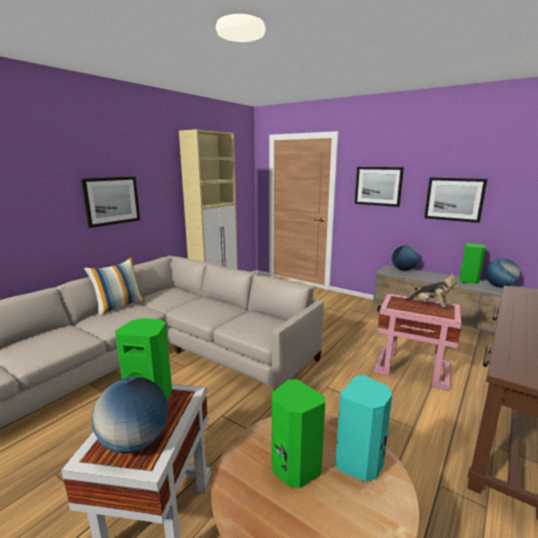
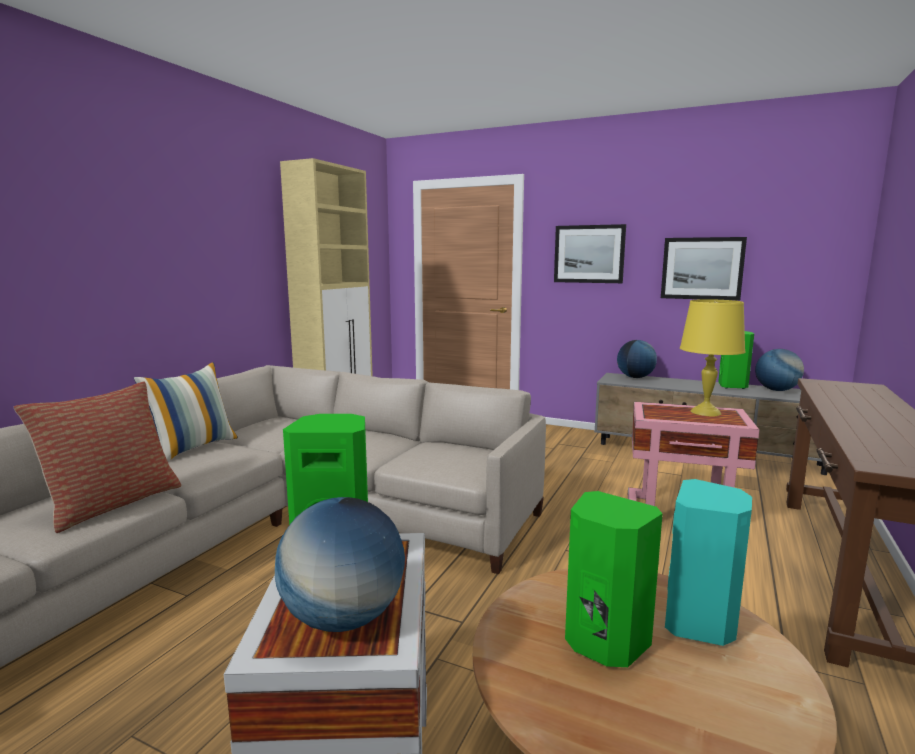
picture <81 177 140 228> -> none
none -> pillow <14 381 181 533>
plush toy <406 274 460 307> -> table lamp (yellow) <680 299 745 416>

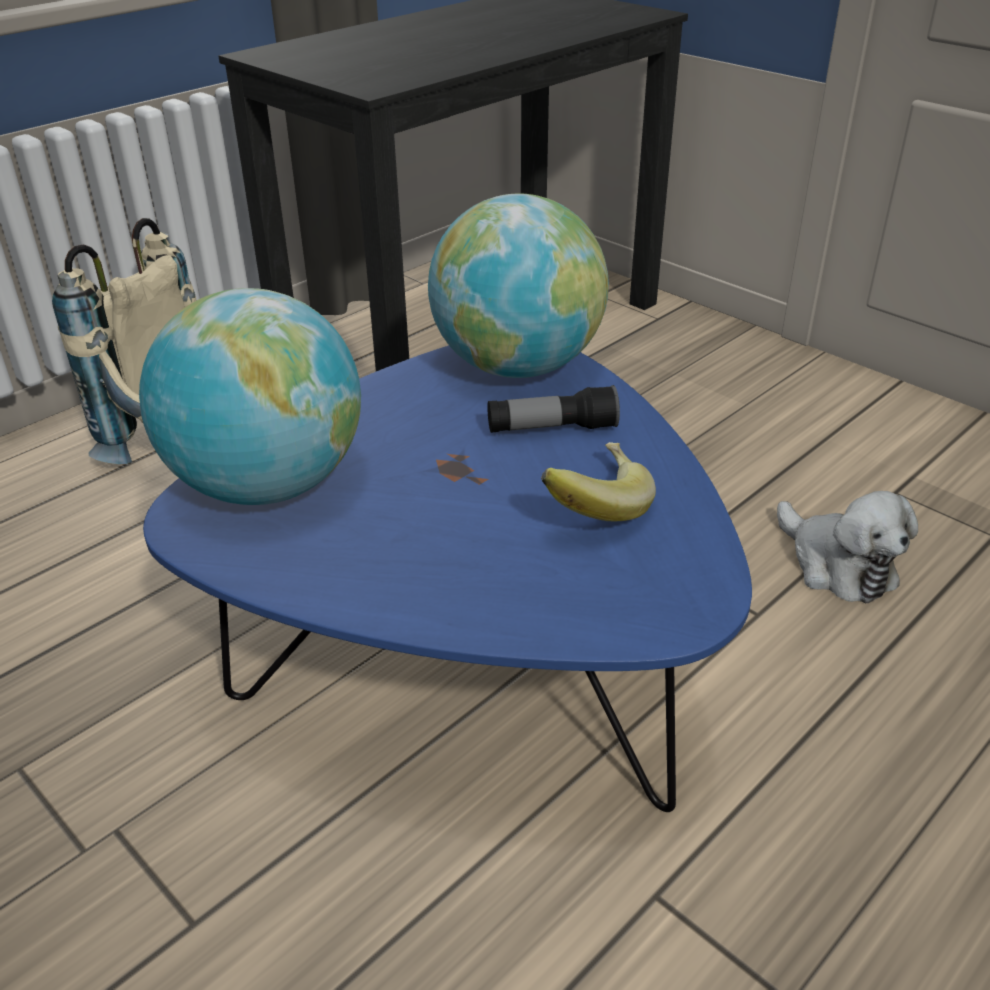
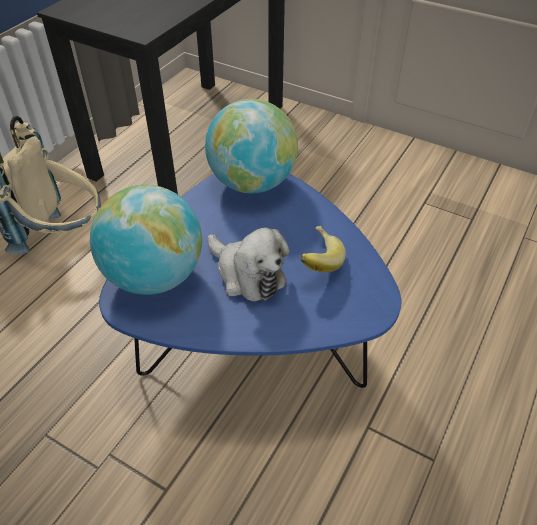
flashlight <487 385 620 433> -> none
plush toy <777 491 918 603> -> plush toy <208 228 289 301>, relocated

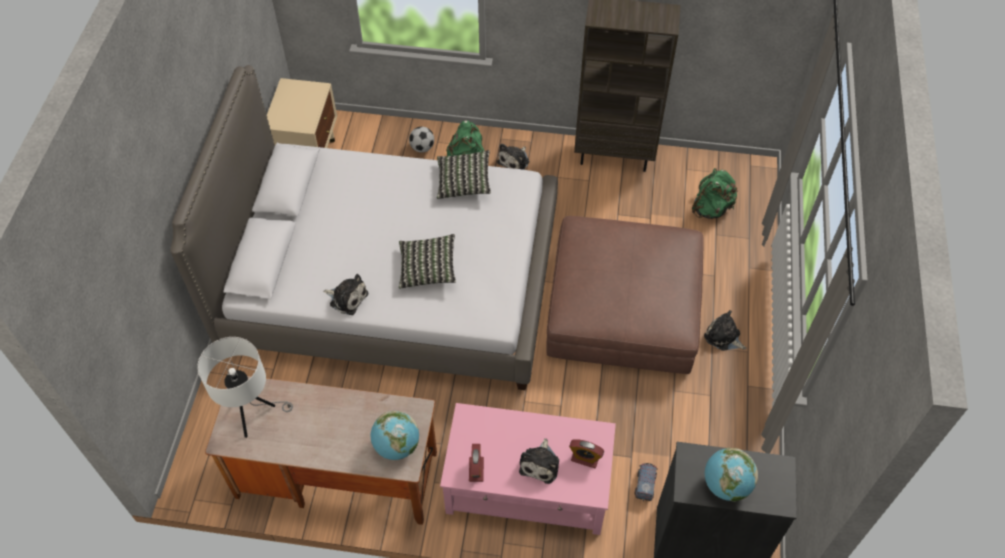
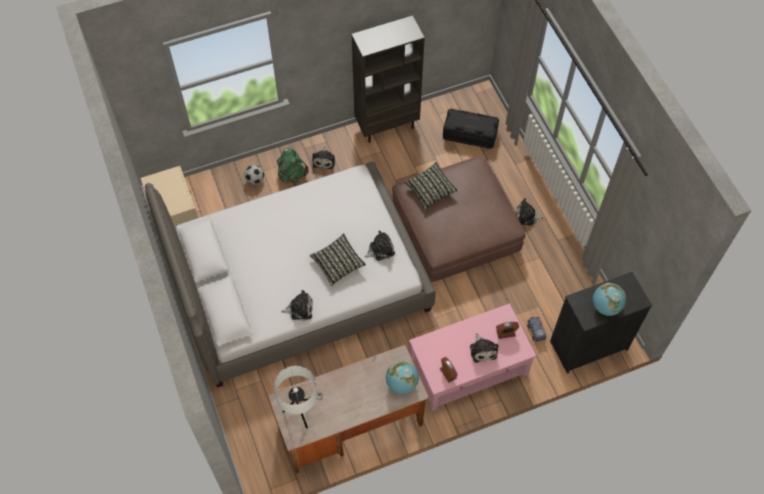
none -> plush toy <365 230 395 261>
pillow <437 150 491 199> -> pillow <404 162 458 210>, relocated
backpack (green) <692 168 739 219> -> storage box (black) <443 109 499 149>

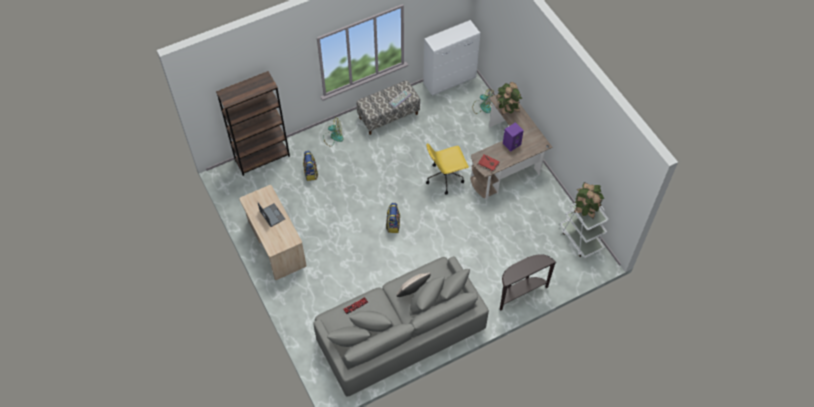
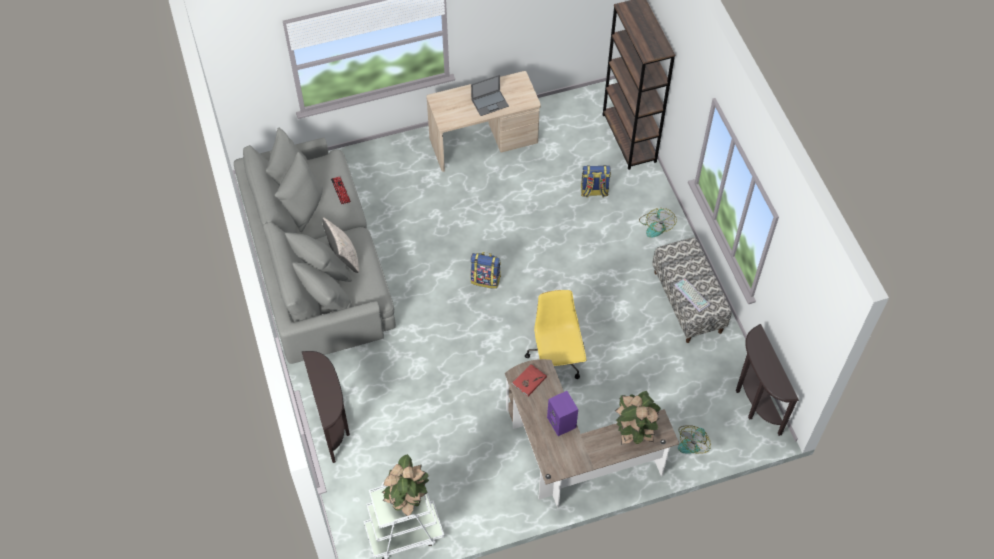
cabinet (white) <423 20 480 96> -> console table (brown) <736 324 799 436>

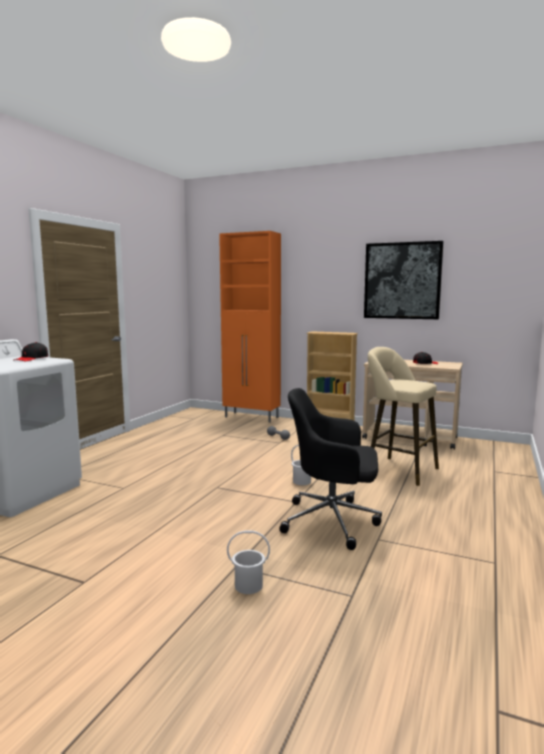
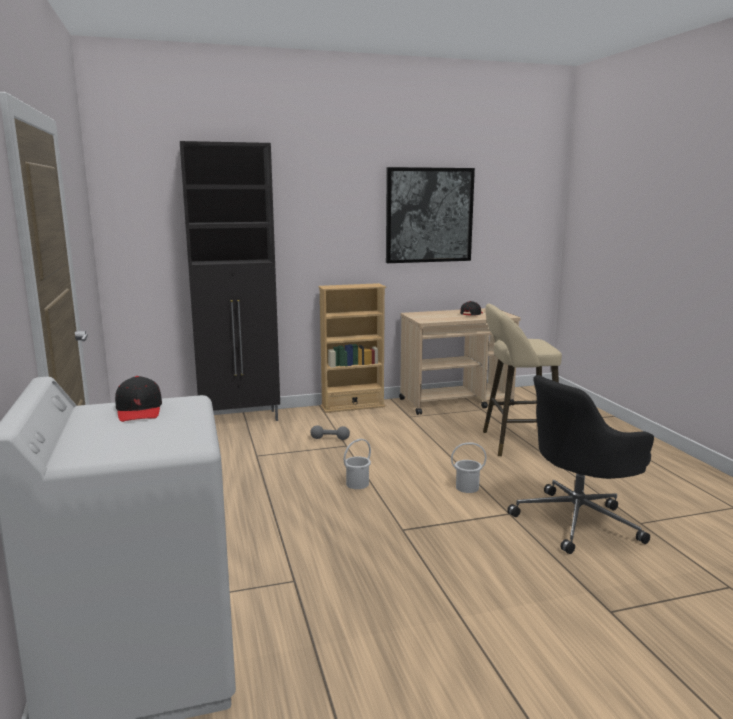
bucket (white) <227 530 270 594> -> bucket (white) <344 439 371 489>, relocated
cabinet (orange) <219 231 281 423> -> cabinet (black) <180 141 280 421>

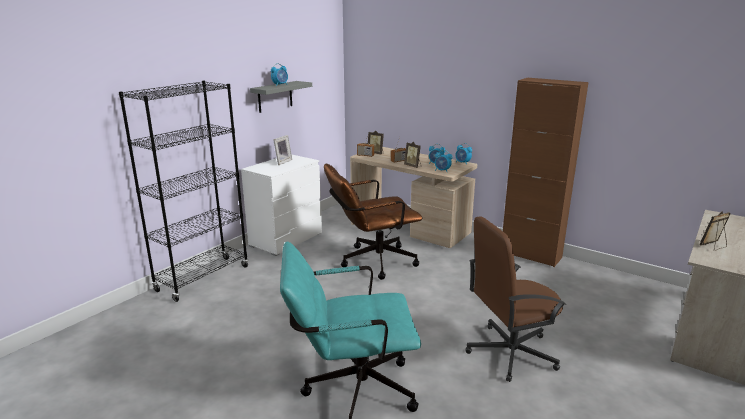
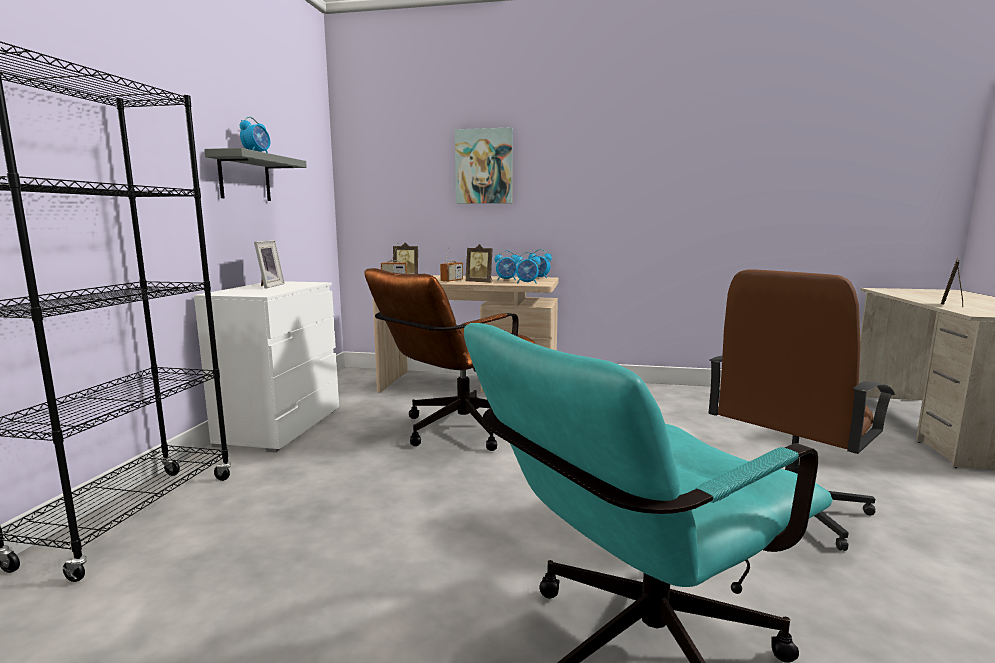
cabinet (brown) <503 78 589 267> -> none
none -> picture <455 127 513 204>

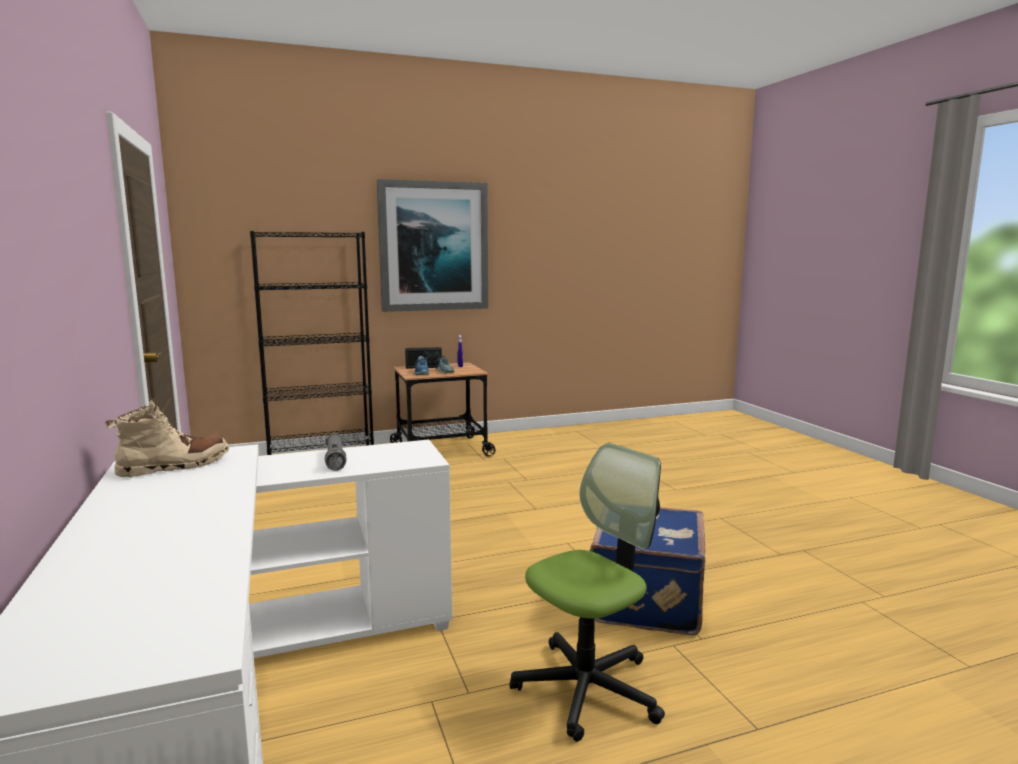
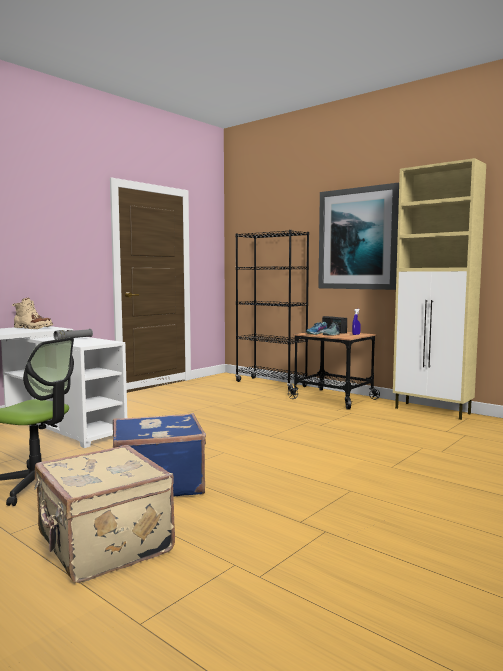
none -> suitcase (beige) <34 445 175 583>
none -> cabinet (beige) <393 158 486 420>

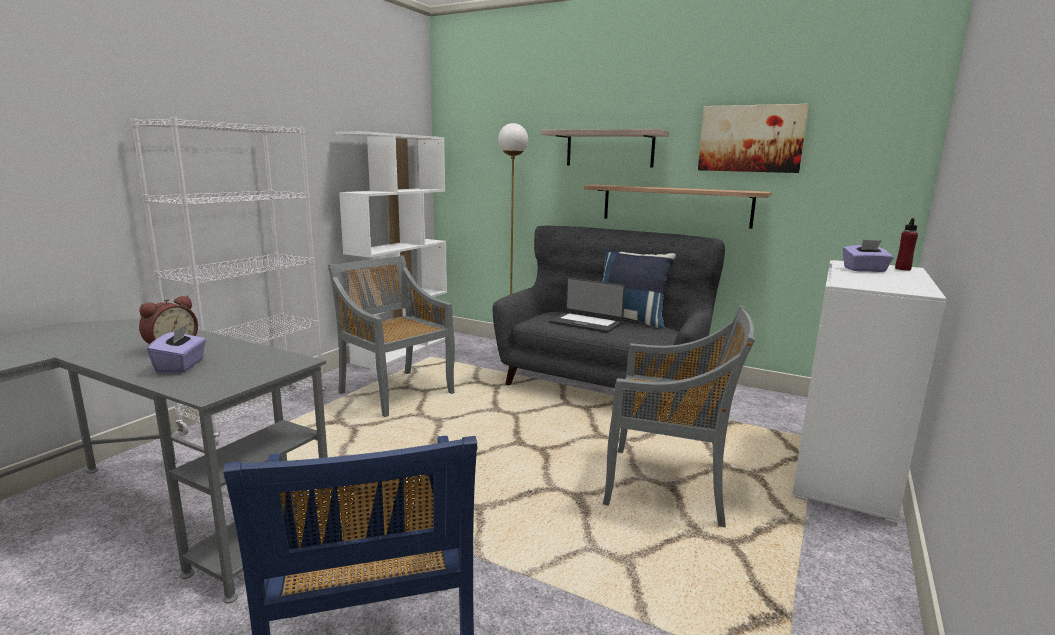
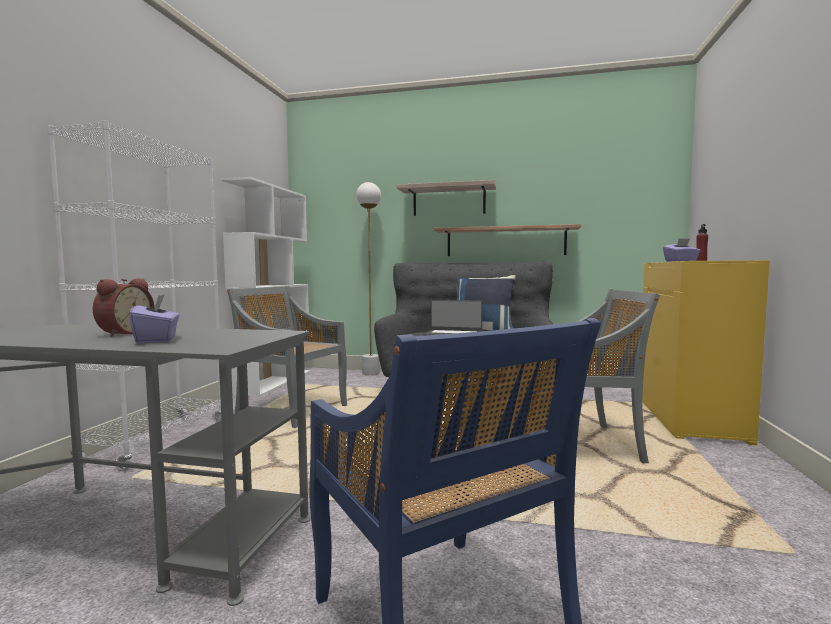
picture <698 104 809 173> -> none
cabinet (white) <792 260 947 526> -> cabinet (yellow) <642 260 770 445>

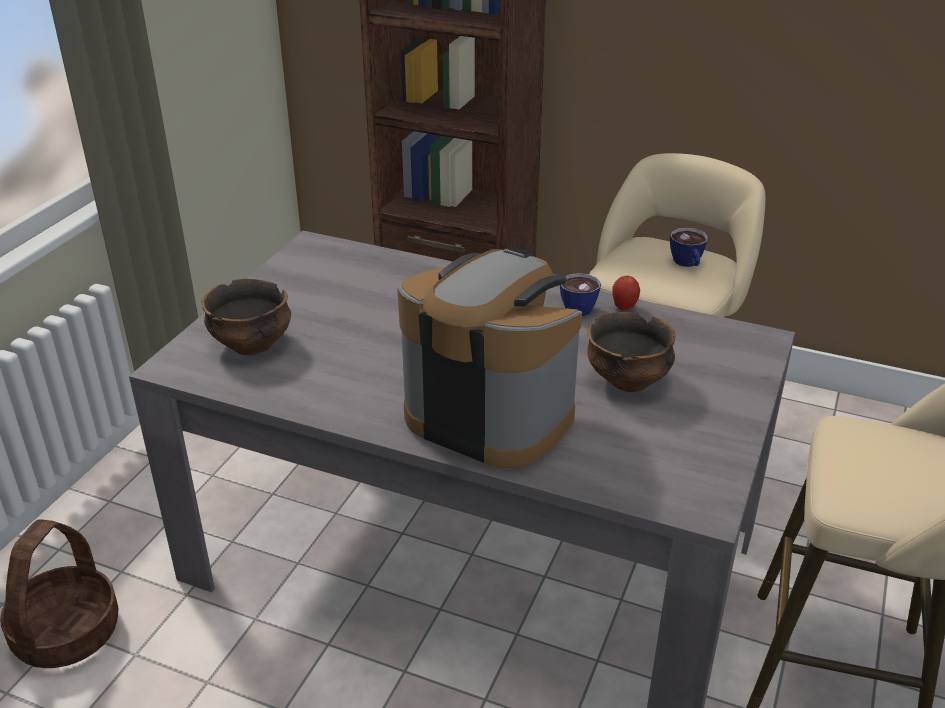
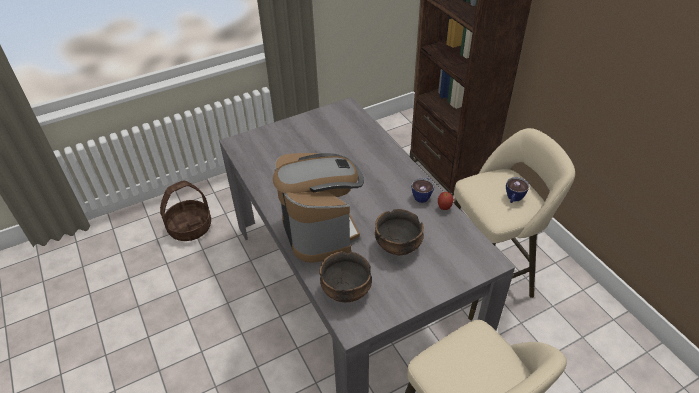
bowl <201 279 291 355> -> bowl <319 251 372 302>, relocated

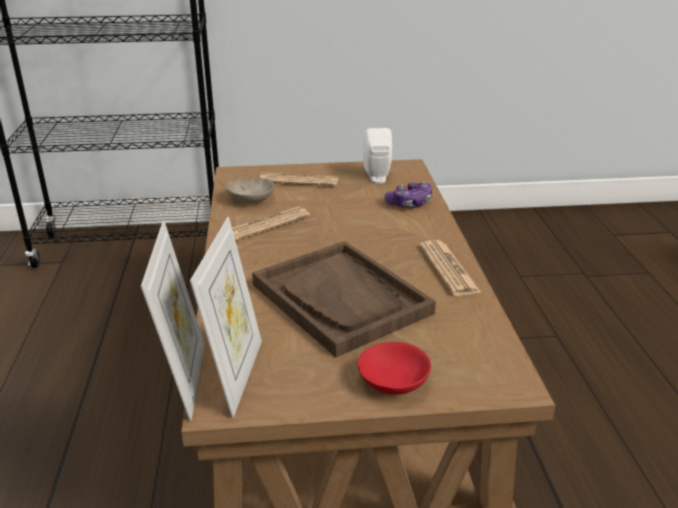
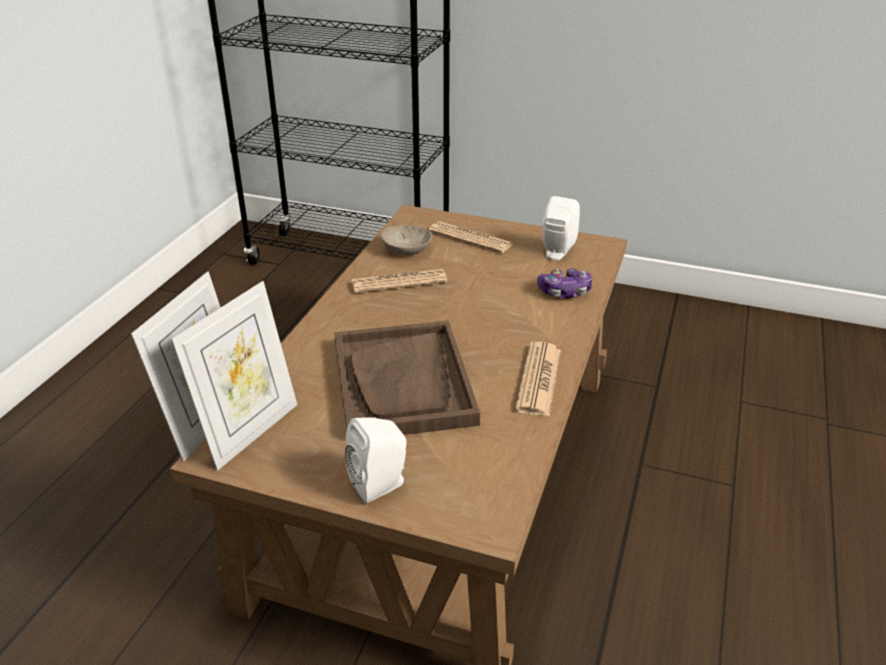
bowl (red) <357 342 431 395> -> speaker (white) <345 417 407 503>

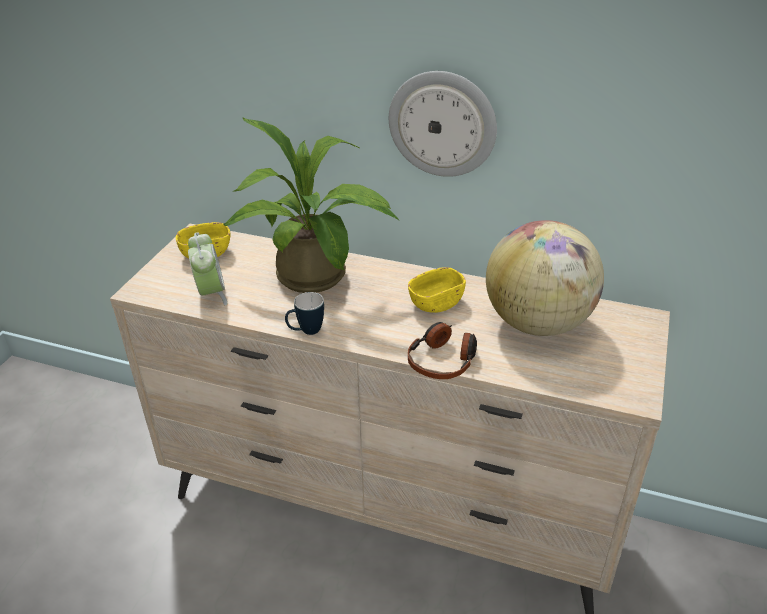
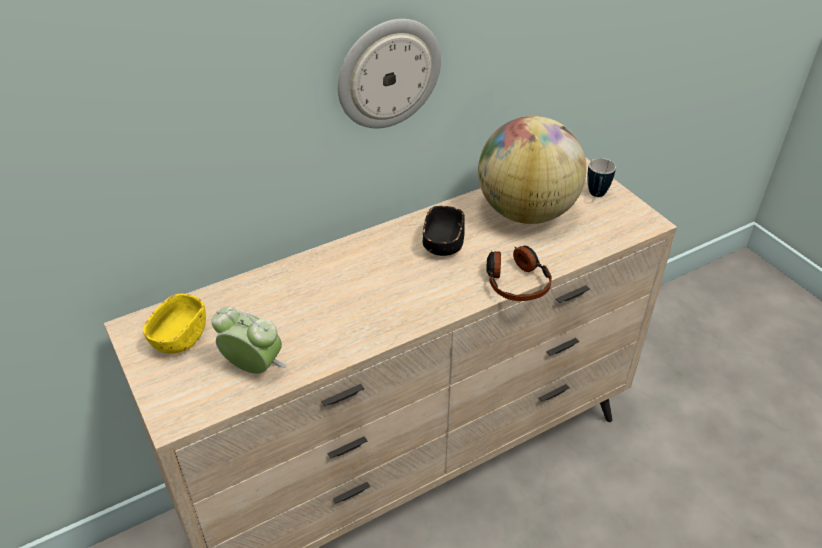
potted plant <223 117 400 293> -> none
mug <285 292 324 335> -> mug <587 158 616 197>, relocated
bowl (yellow) <408 267 466 313> -> bowl (black) <423 206 465 256>

